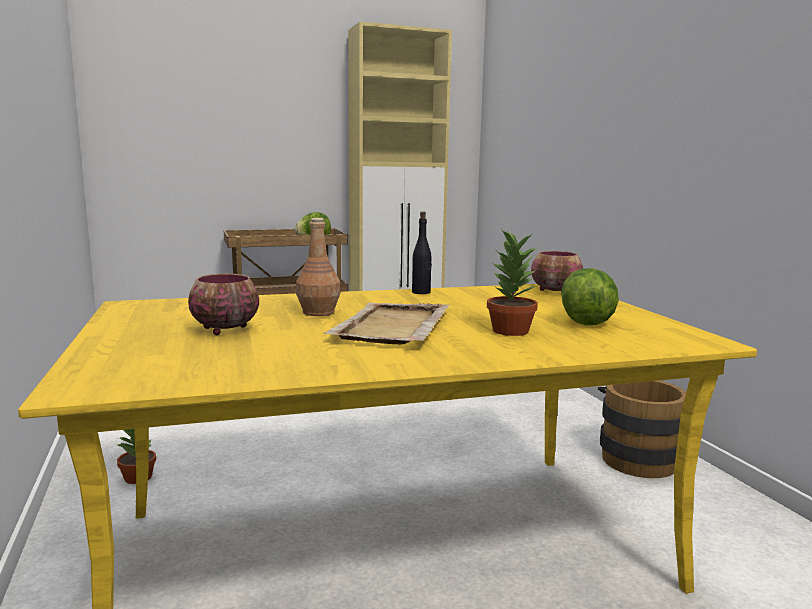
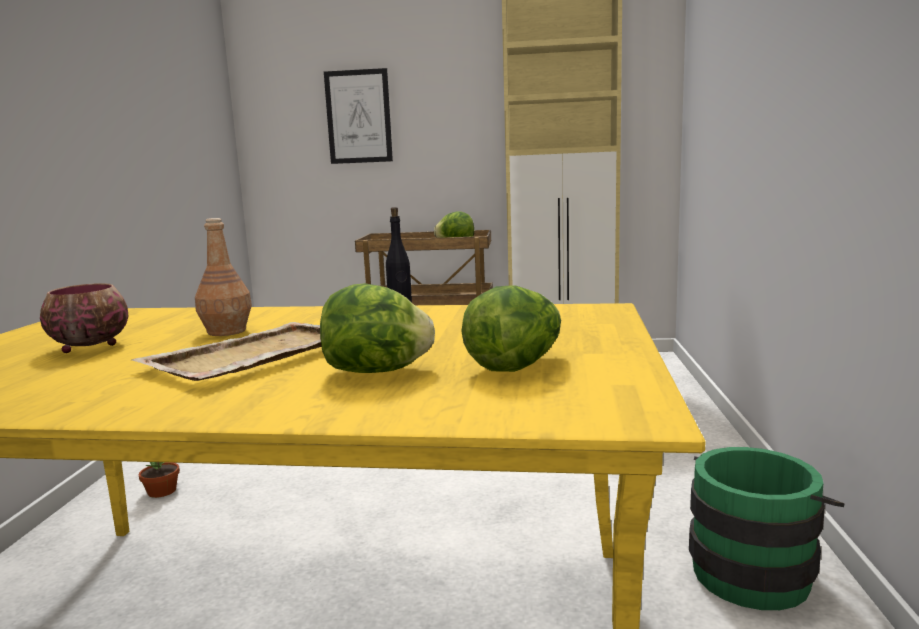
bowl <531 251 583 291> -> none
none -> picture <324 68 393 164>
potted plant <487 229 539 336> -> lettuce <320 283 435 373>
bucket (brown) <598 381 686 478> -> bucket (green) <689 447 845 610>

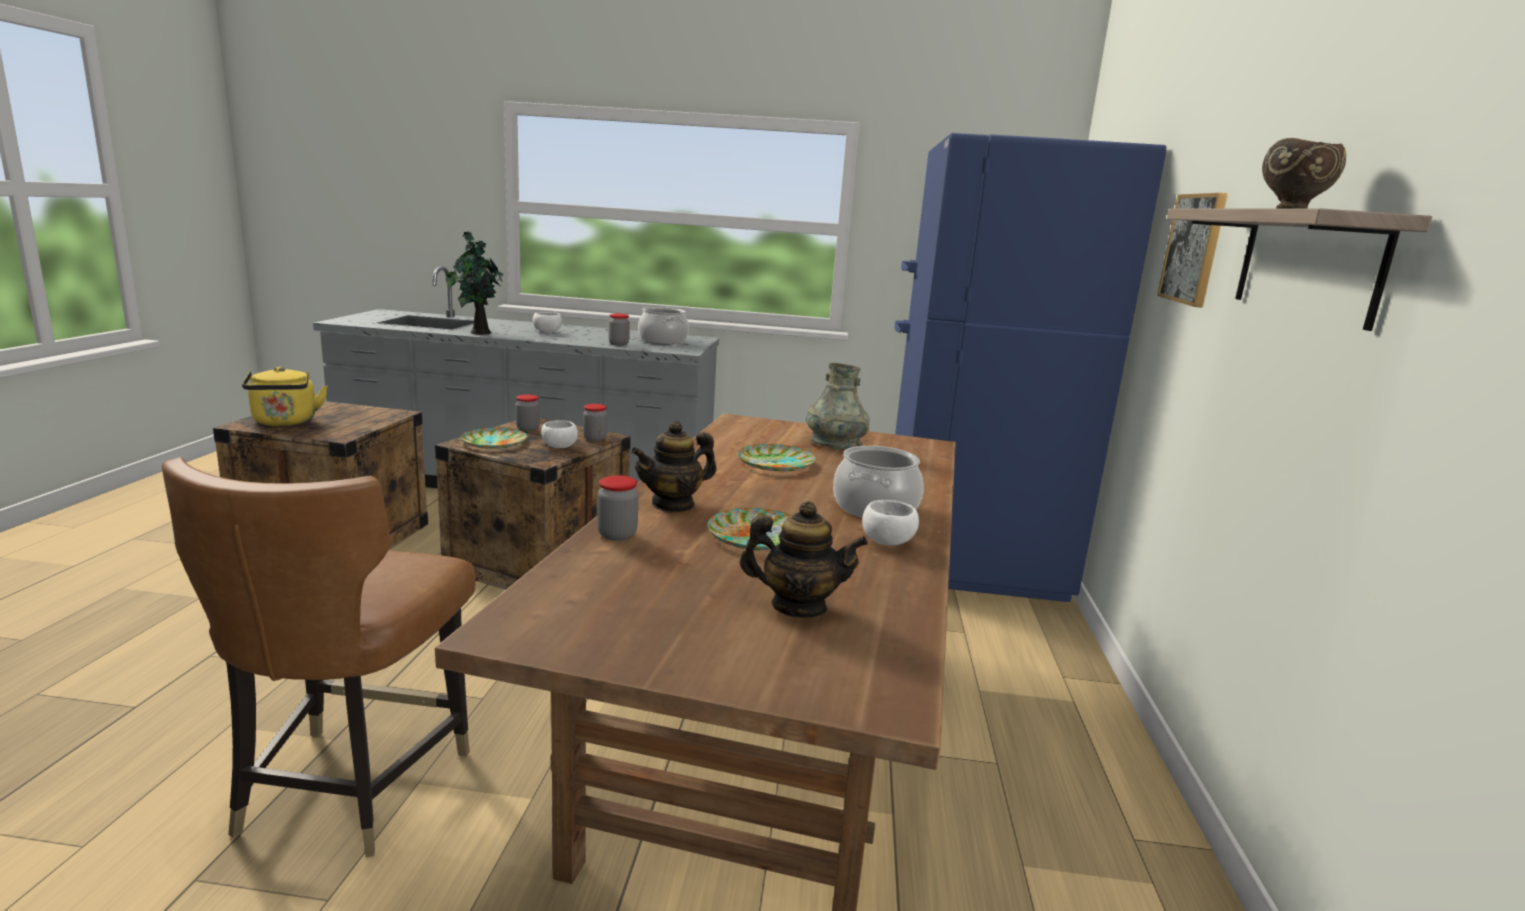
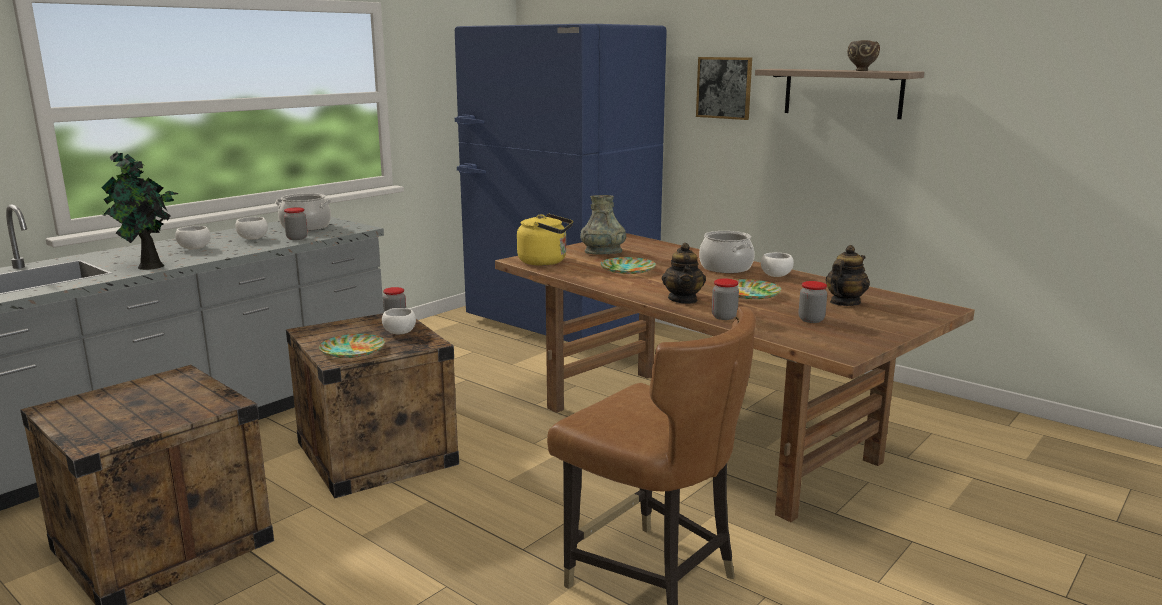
none -> bowl (white) <235 217 268 240>
kettle (yellow) <242 367 328 426> -> kettle (yellow) <517 214 573 266>, relocated
jar <516 394 540 431> -> jar <799 281 827 323>, relocated

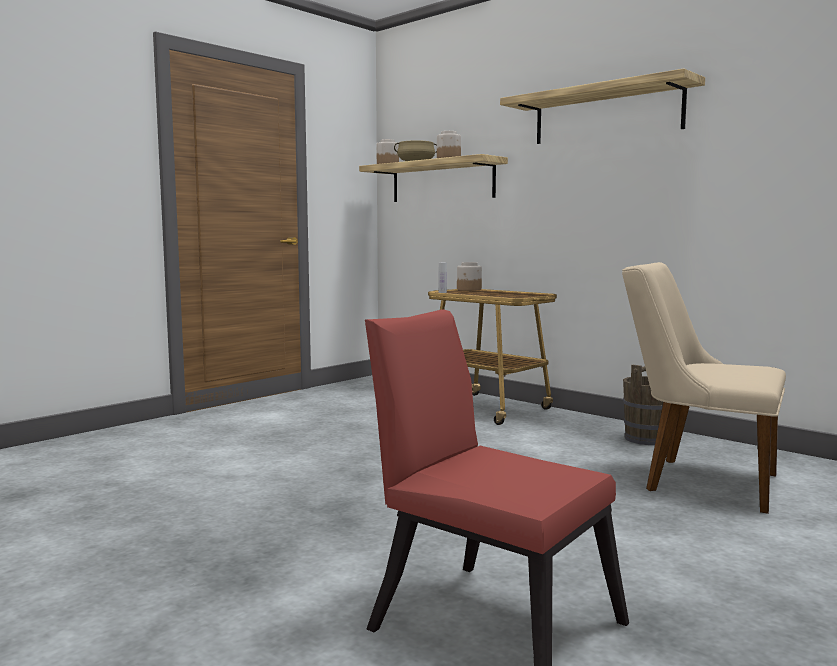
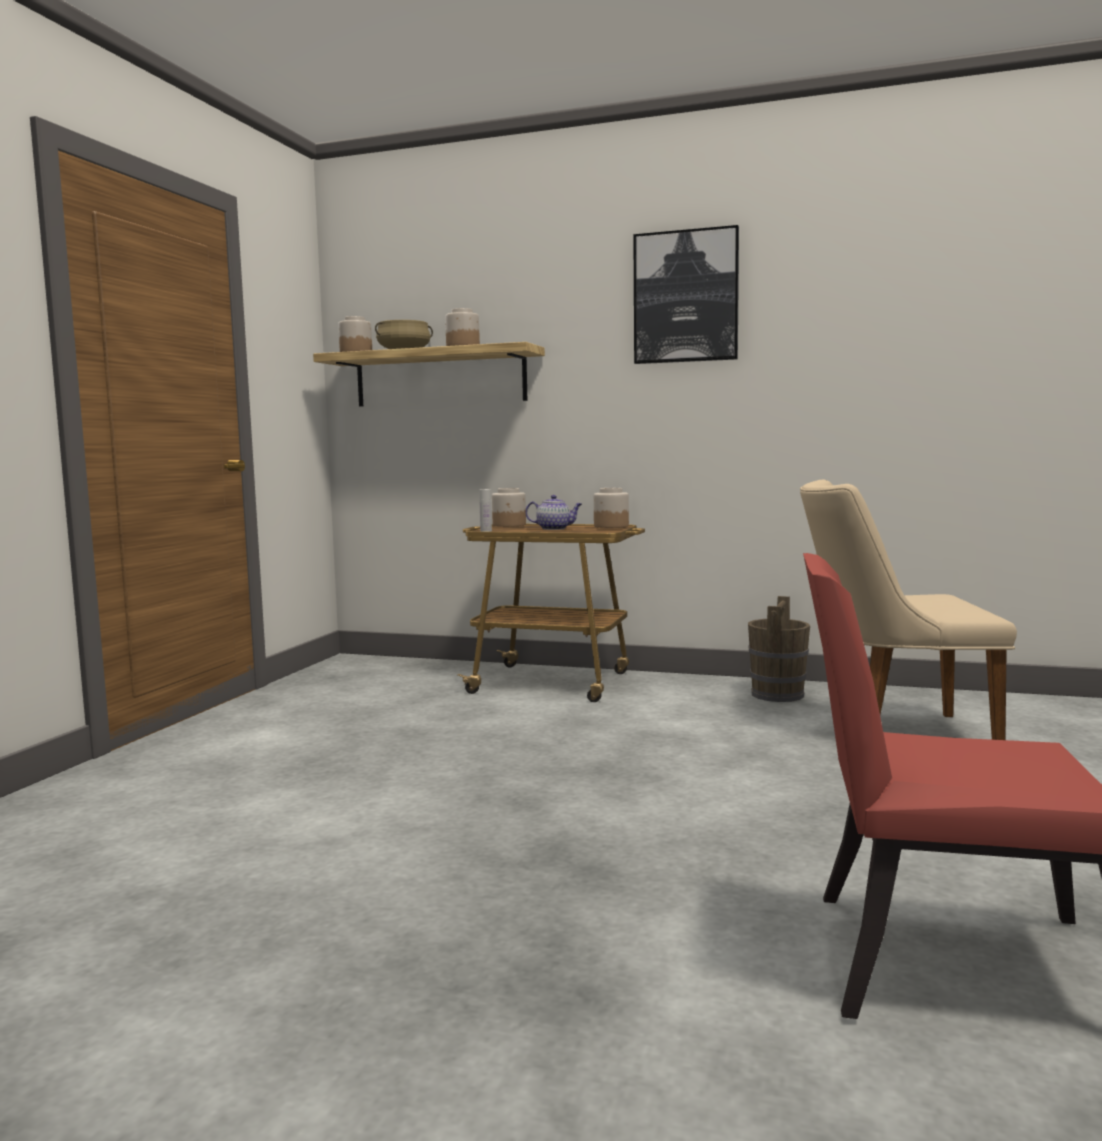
none -> teapot <525 495 582 530>
none -> jar <594 488 629 528>
shelf <500 69 705 144> -> picture <633 225 739 364>

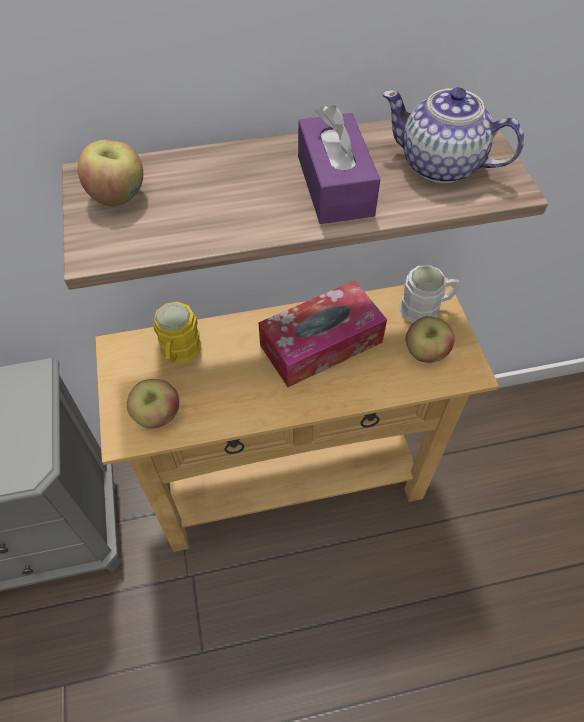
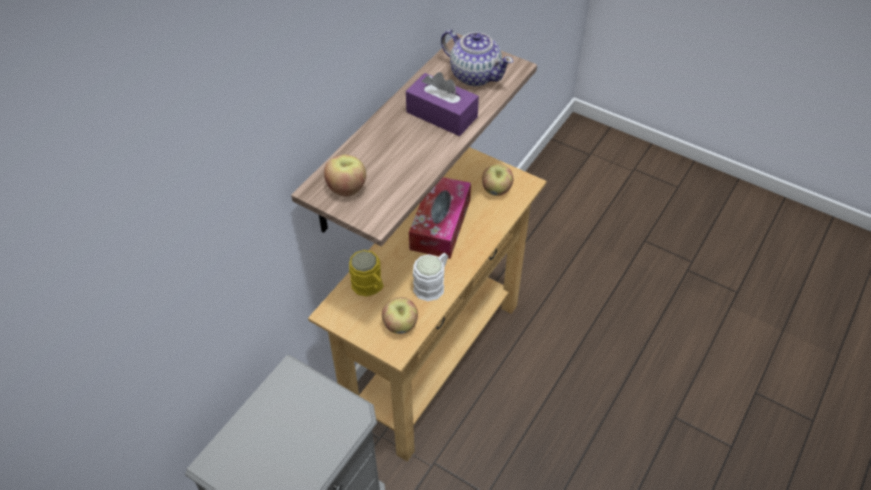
mug (white) <399 265 462 323> -> mug (white) <413 253 448 301>, relocated
teapot <382 87 524 183> -> teapot <441 30 513 86>, 120 degrees counterclockwise

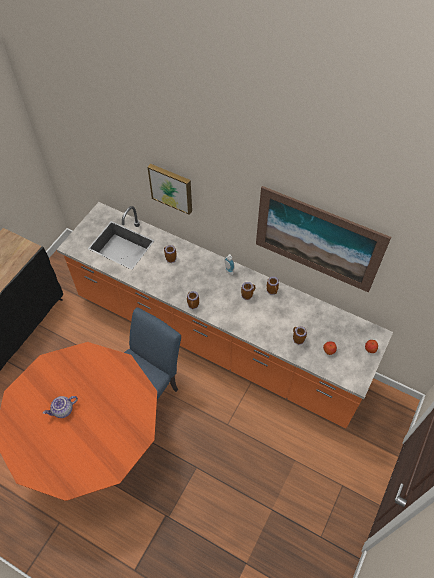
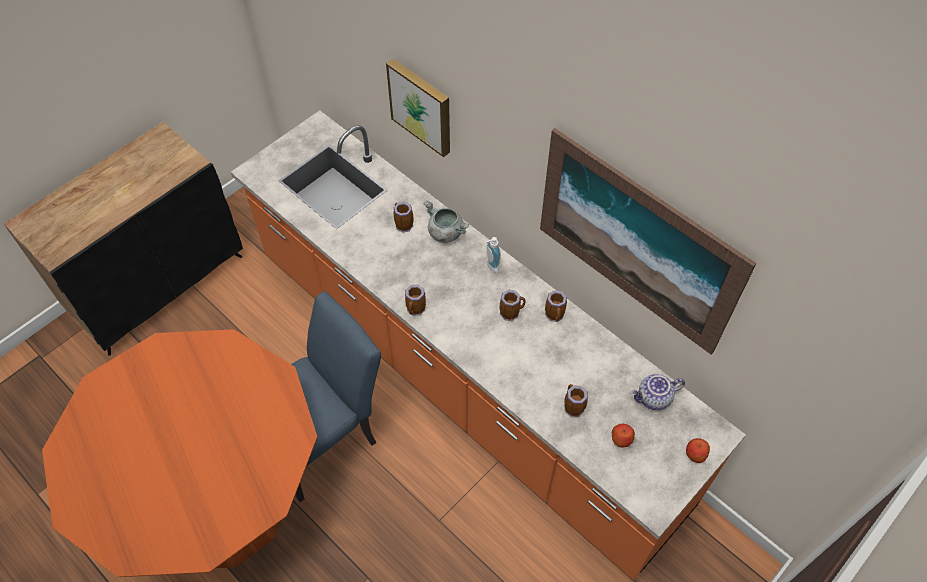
none -> cooking pot (grey) <423 200 469 243>
teapot <43 396 78 418> -> teapot <630 374 685 410>, relocated

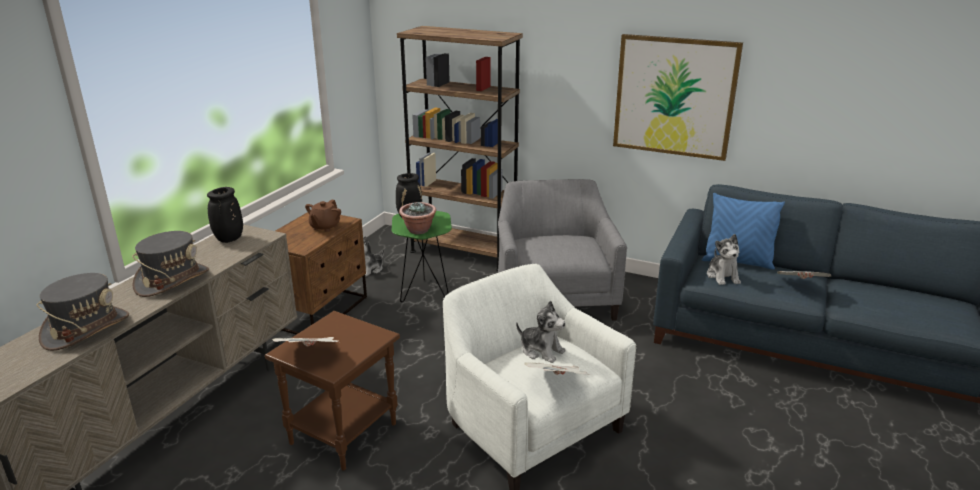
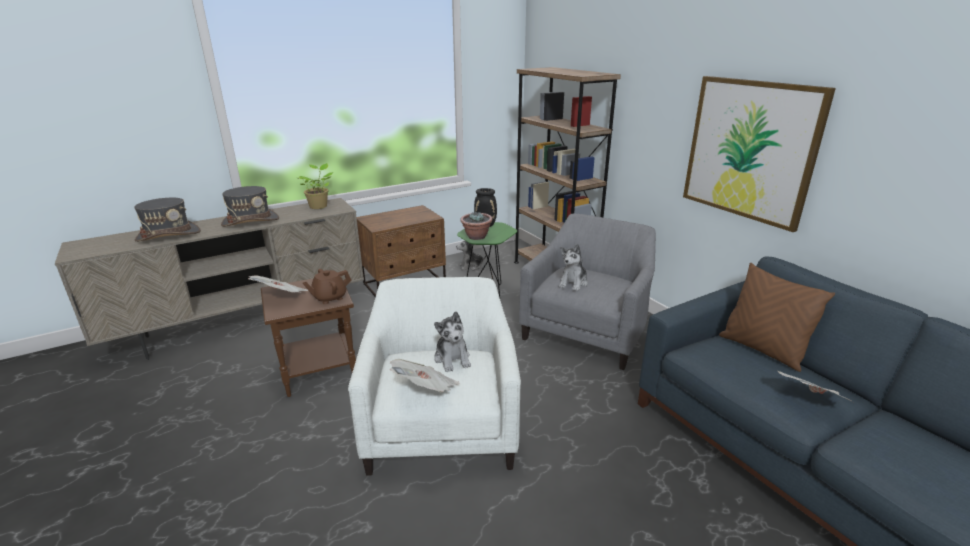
teapot (brown) <305 199 341 232> -> teapot (brown) <303 269 351 304>, relocated
plush toy <707 234 741 285> -> plush toy <559 244 588 291>, relocated
vase (black) <207 187 243 243> -> potted plant <299 163 333 209>
pillow (blue) <702 193 785 270> -> pillow (brown) <719 263 835 372>

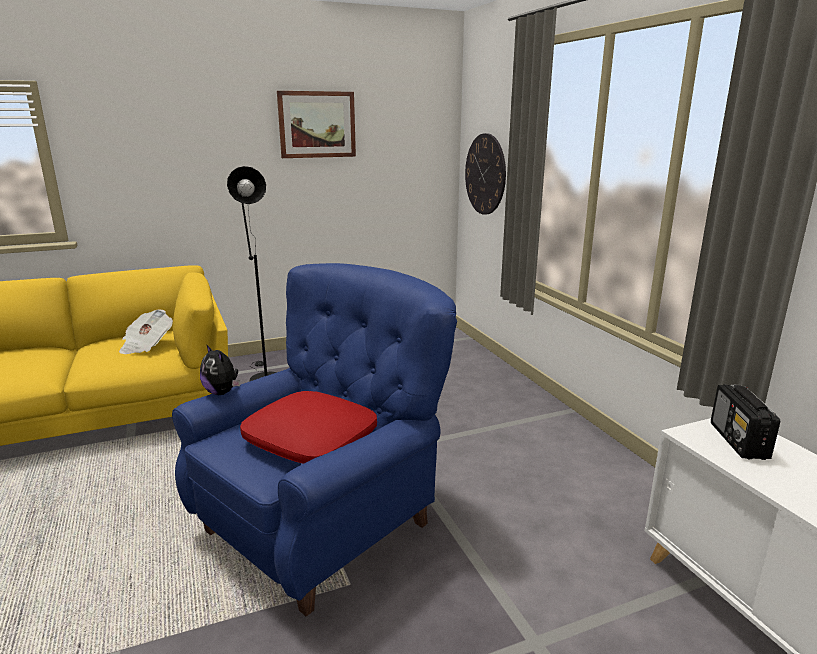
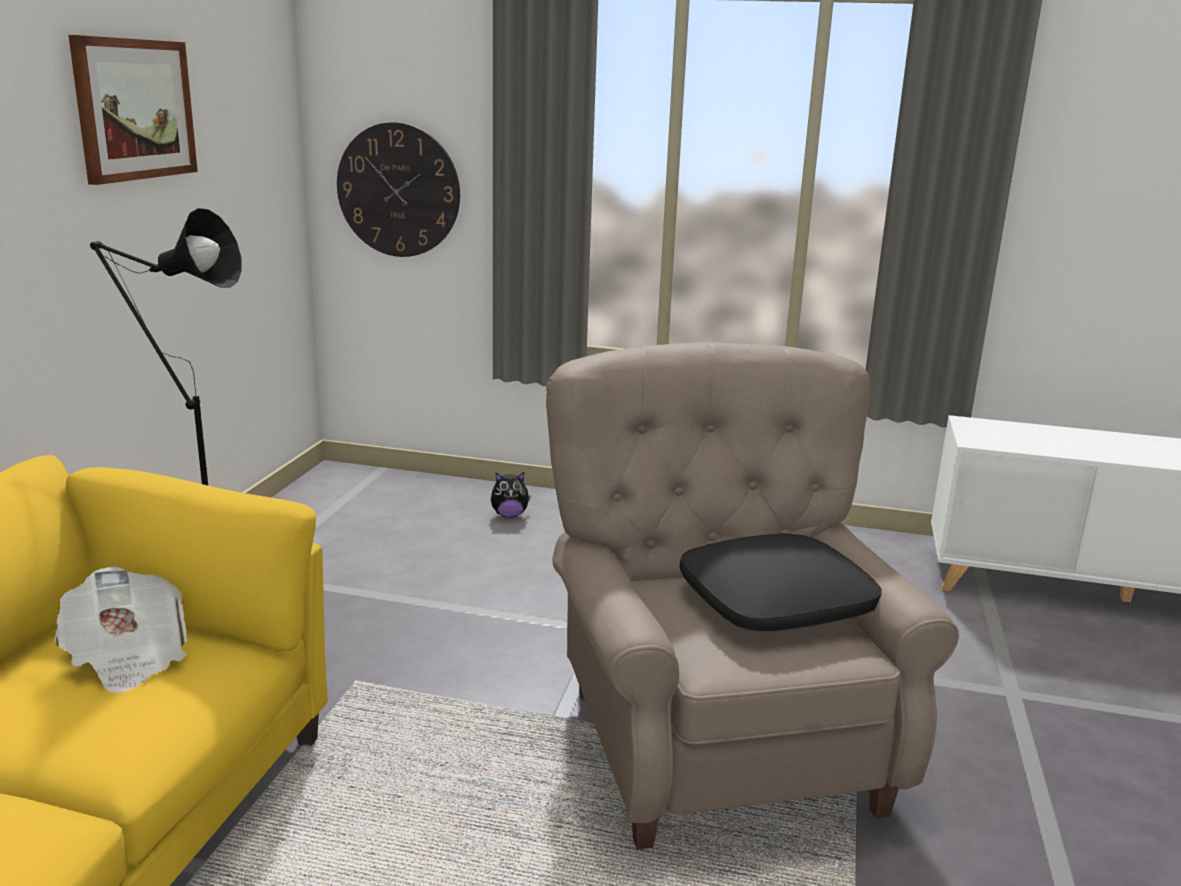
radio <711 384 780 460> -> none
plush toy <200 344 240 395> -> plush toy <491 472 531 518>, relocated
armchair (blue) <172 263 457 616> -> armchair (beige) <546 343 959 850>
pillow (red) <240 391 377 464> -> pillow (black) <680 533 882 631>

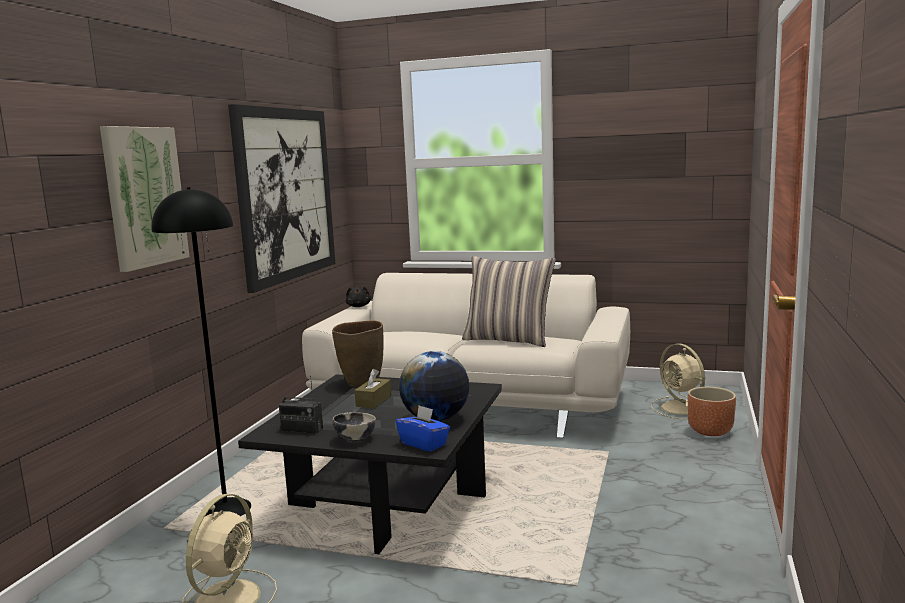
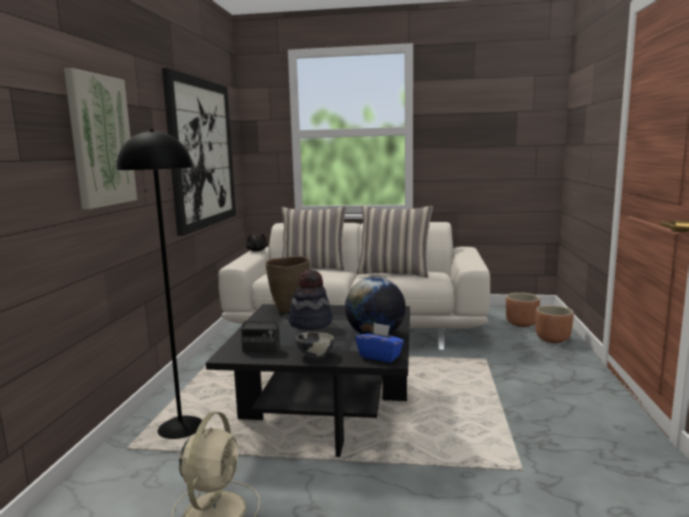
none -> pillow <281 206 346 270>
tissue box (brown) <354 369 391 408> -> hat <289 269 332 330>
fan (beige) <651 344 705 419> -> planter (brown) <506 293 540 327>

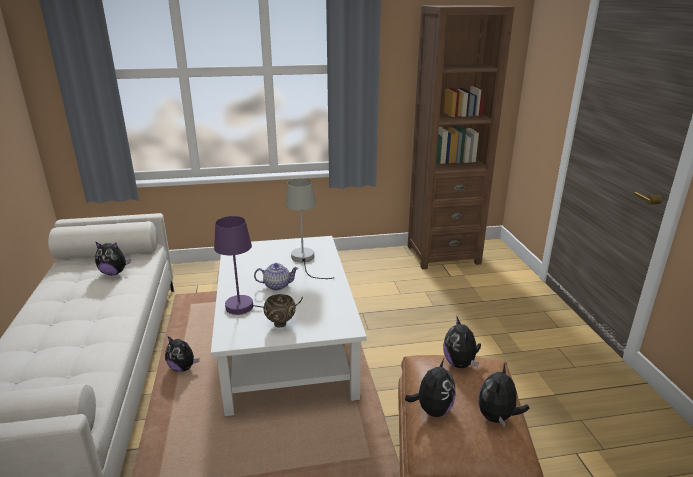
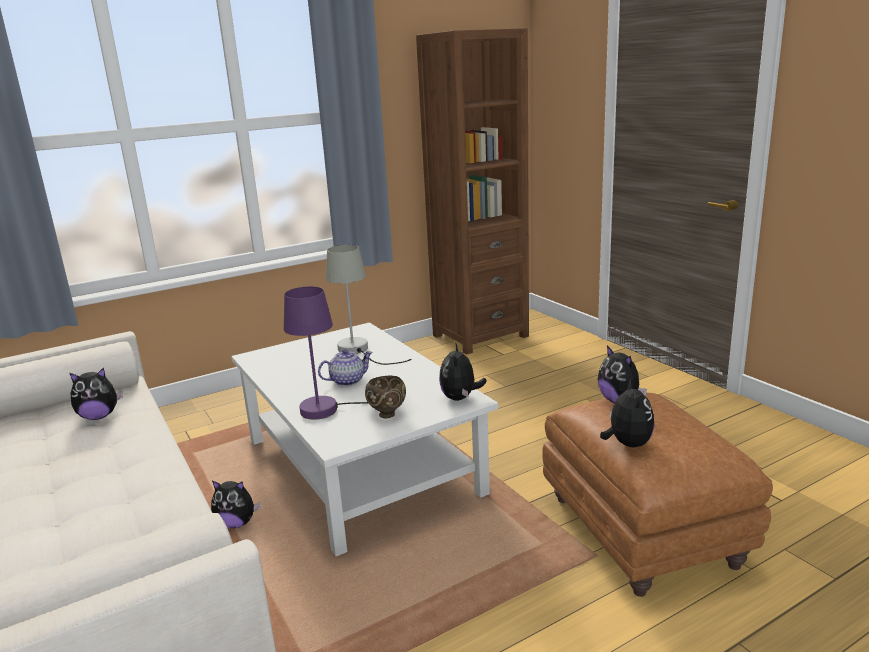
plush toy <478 364 529 427> -> plush toy <439 343 487 401>, relocated

